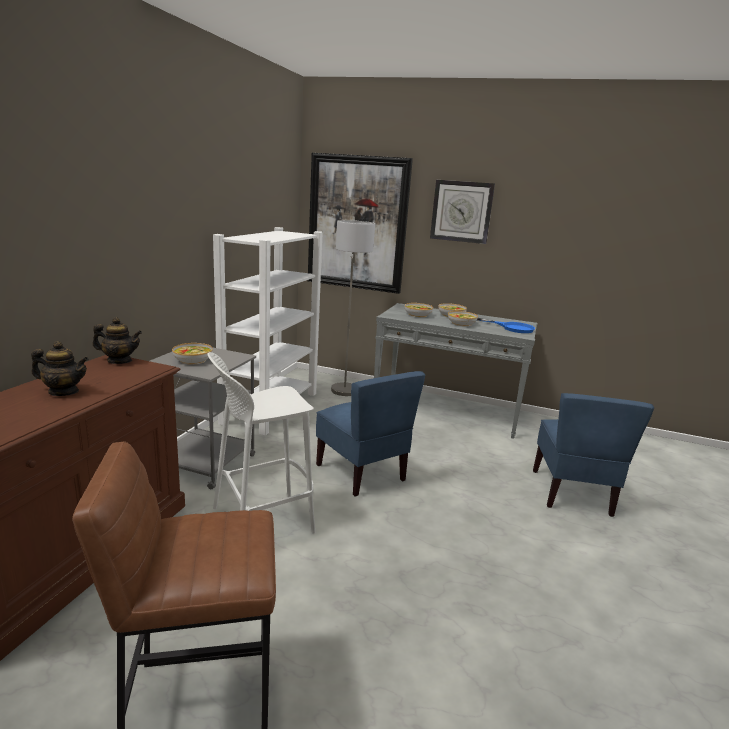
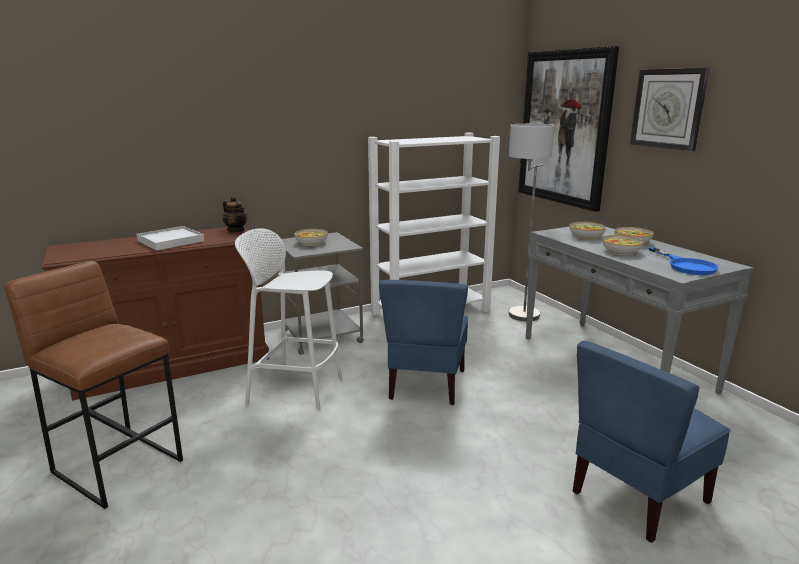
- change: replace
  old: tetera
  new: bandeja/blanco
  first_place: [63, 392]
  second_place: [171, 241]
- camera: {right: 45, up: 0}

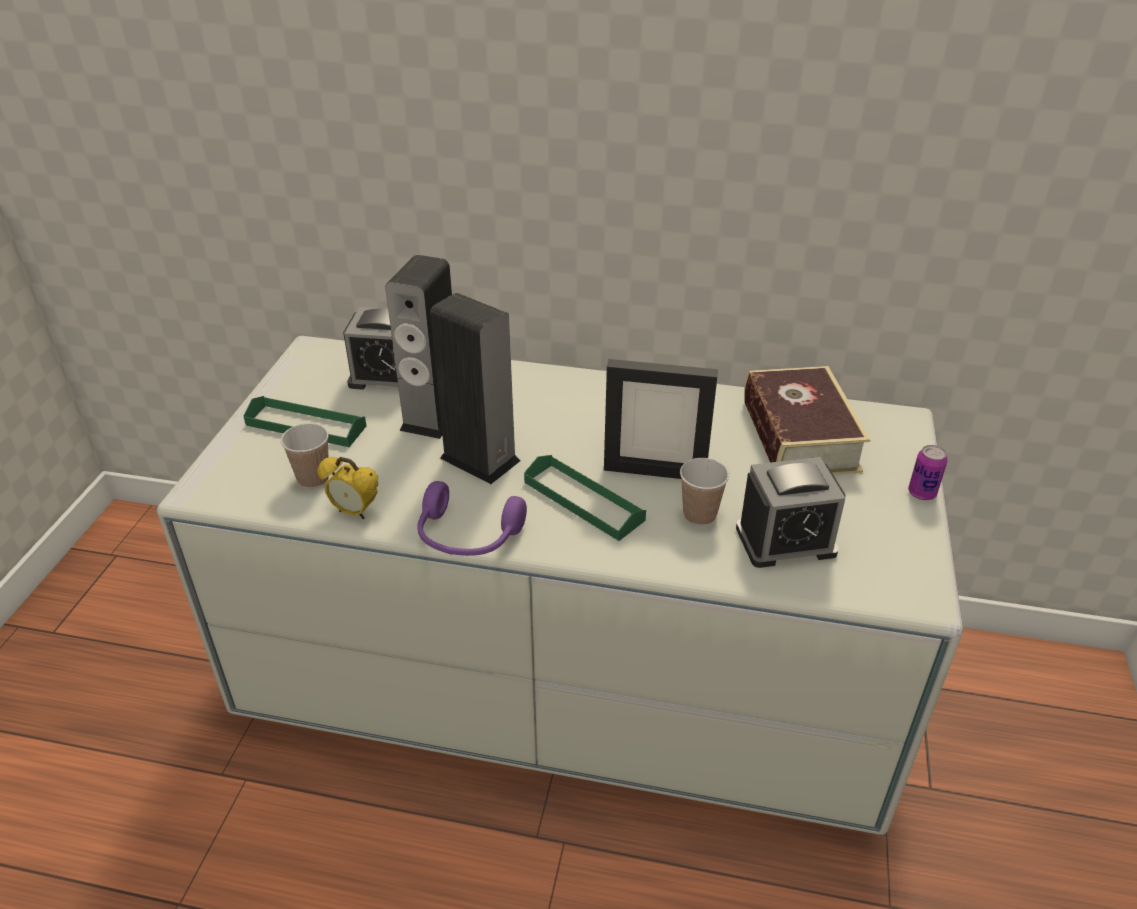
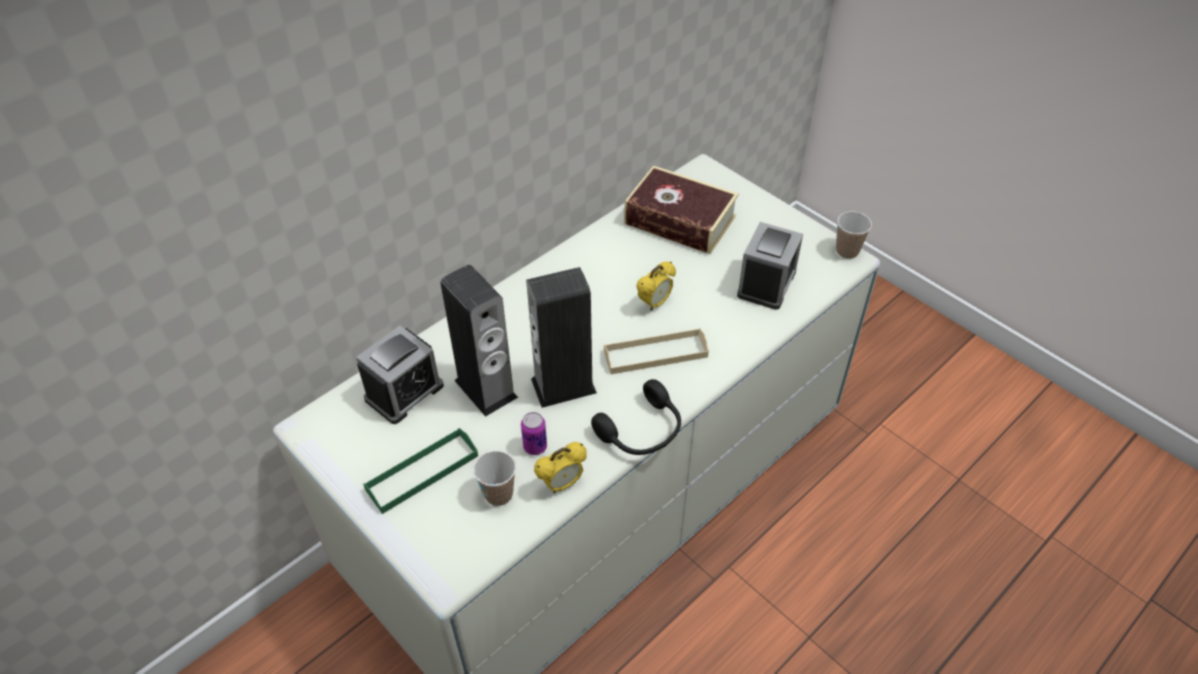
- change: move
  old: taza
  first_place: [699, 515]
  second_place: [847, 251]
- change: move
  old: lata
  first_place: [921, 493]
  second_place: [535, 447]
- change: replace
  old: portarretratos
  new: despertador
  first_place: [655, 470]
  second_place: [654, 303]
- change: recolor
  old: auriculares/morado
  new: auriculares/negro
  first_place: [467, 537]
  second_place: [642, 431]
- change: recolor
  old: bandeja/verde
  new: bandeja/beis
  first_place: [583, 501]
  second_place: [655, 354]
- camera: {right: -55, up: 10}

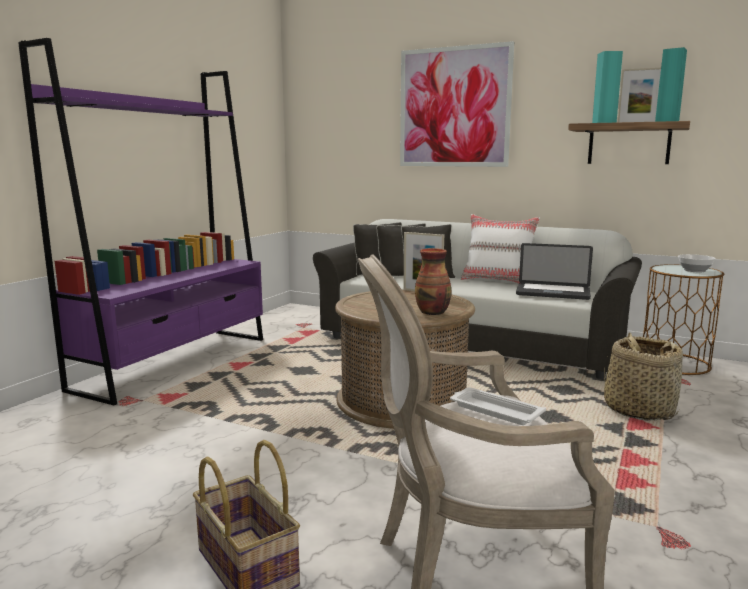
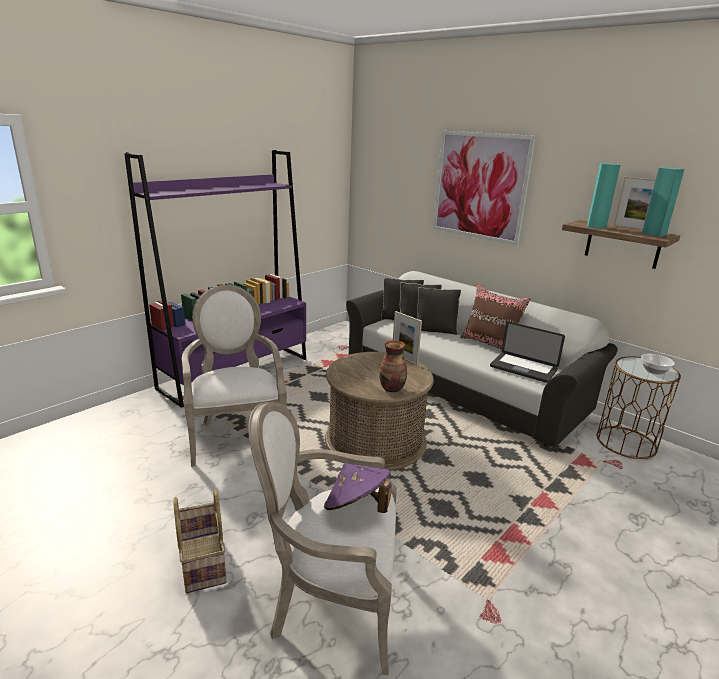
- change: delete
  old: cesta
  first_place: [638, 410]
- change: insert
  new: sillón
  second_place: [237, 435]
- change: replace
  old: bandeja/blanco
  new: sombrero/morado
  first_place: [494, 411]
  second_place: [356, 508]
- change: recolor
  old: cojín/blanco
  new: cojín/marrón
  first_place: [497, 281]
  second_place: [489, 344]
- camera: {right: 15, up: 10}

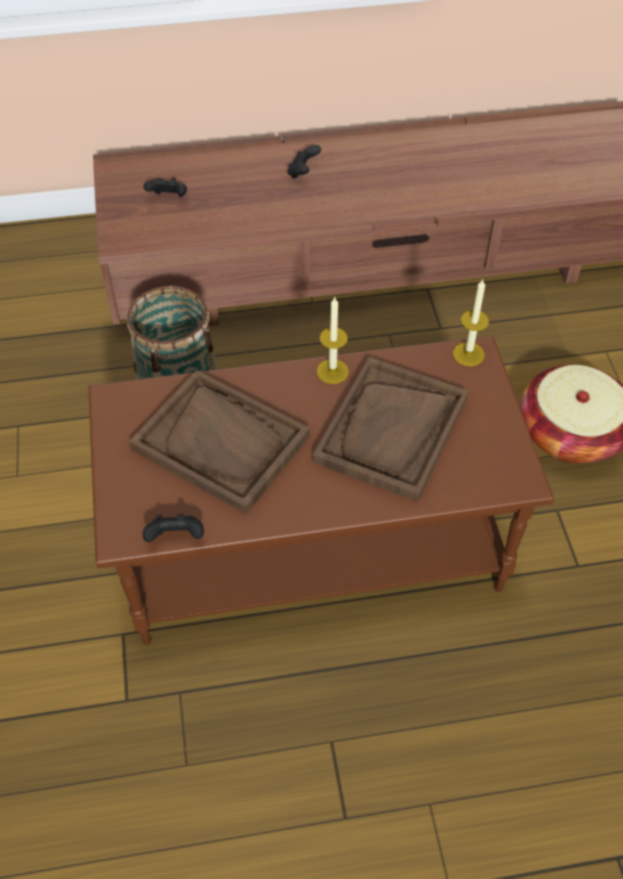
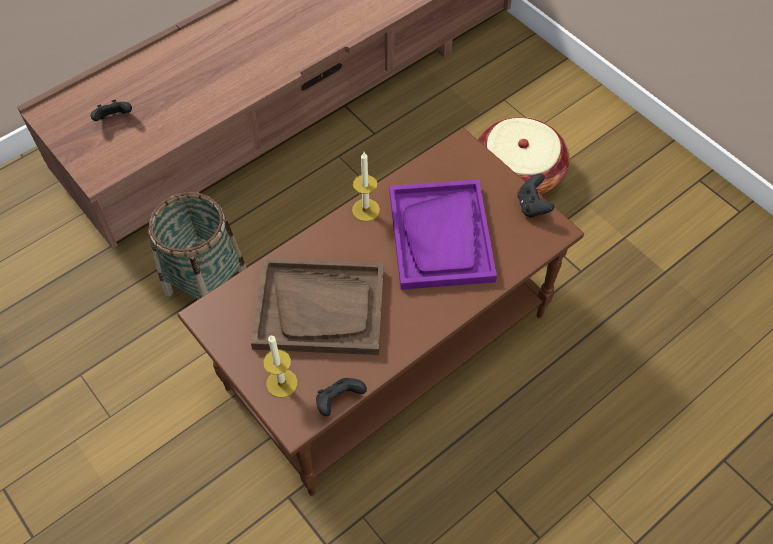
- change: move
  old: mando de consola/negro
  first_place: [303, 173]
  second_place: [532, 206]
- change: move
  old: vela
  first_place: [468, 354]
  second_place: [282, 383]
- change: recolor
  old: bandeja/marrón
  new: bandeja/morado
  first_place: [391, 430]
  second_place: [441, 236]
- camera: {right: -30, up: 5}

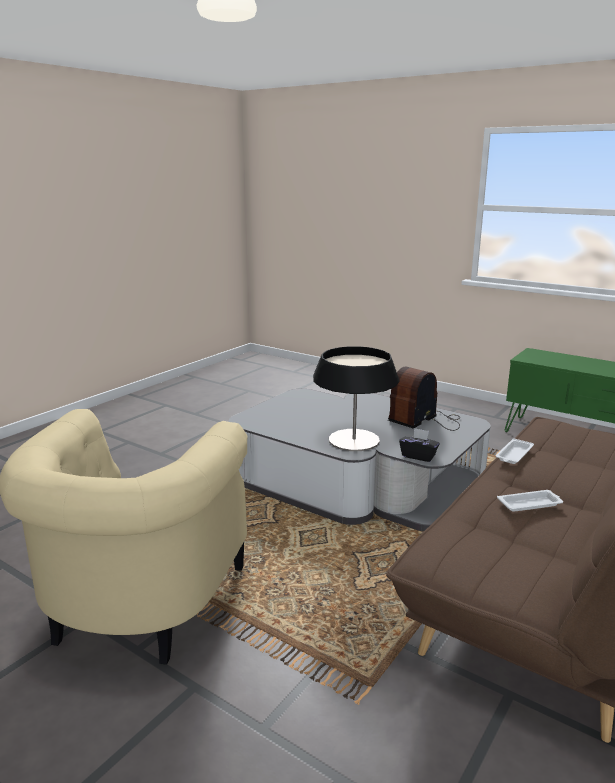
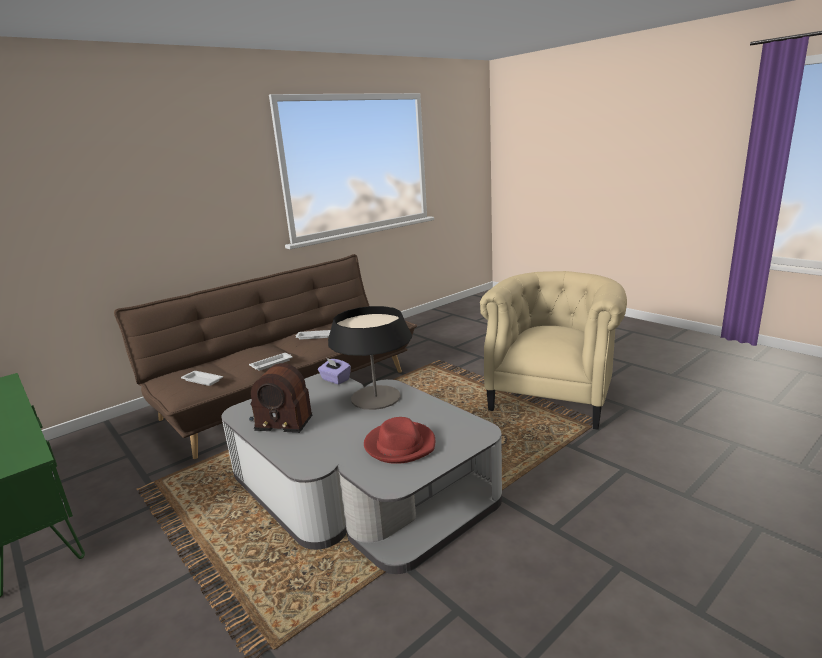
- change: insert
  new: bandeja/blanco
  second_place: [202, 380]
- change: insert
  new: sombrero/rojo
  second_place: [400, 445]
- change: recolor
  old: caja de pañuelos/negro
  new: caja de pañuelos/morado
  first_place: [418, 456]
  second_place: [335, 379]
- change: rotate
  old: radio
  first_place: [425, 420]
  second_place: [281, 417]
  degrees: 45
- camera: {right: -165, up: 0}

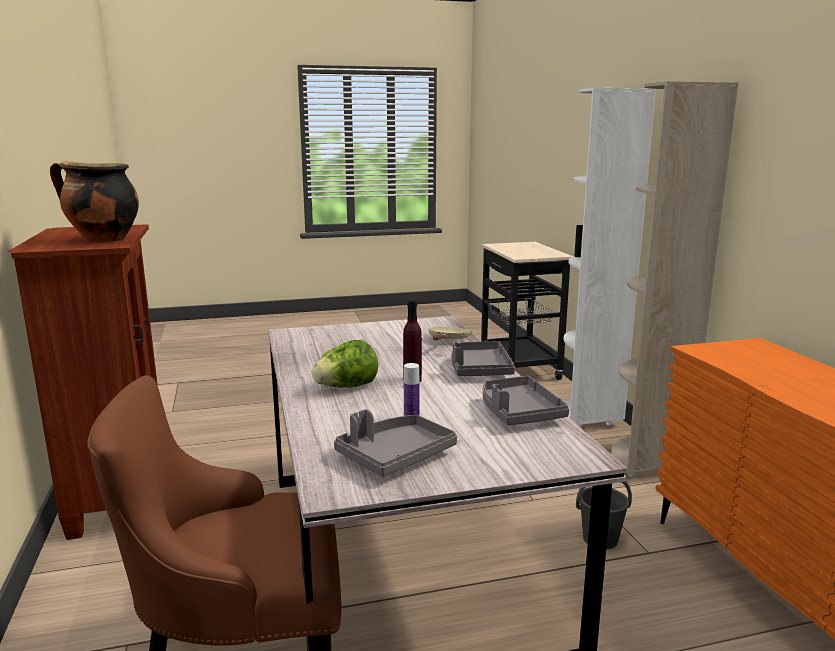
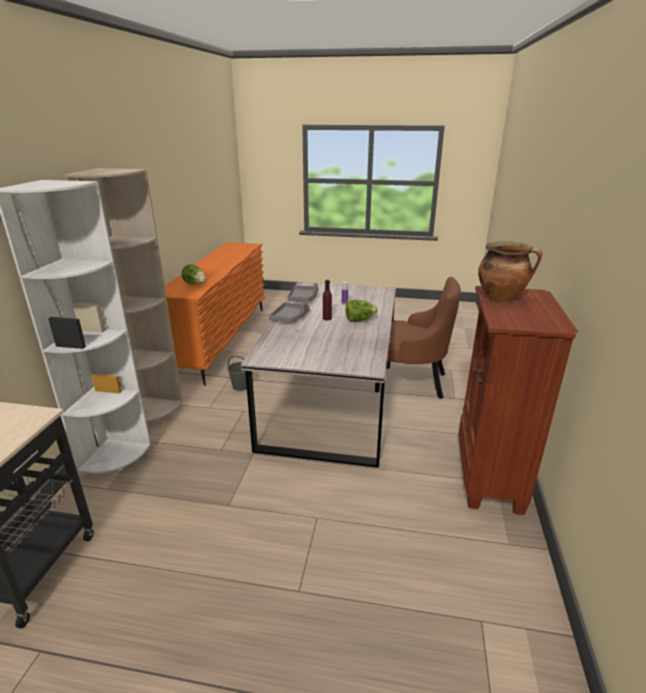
- change: delete
  old: bandeja/gris
  first_place: [395, 456]
- change: delete
  old: sartén/beis
  first_place: [448, 340]
- change: insert
  new: lechuga
  second_place: [195, 284]
- camera: {right: -155, up: 10}

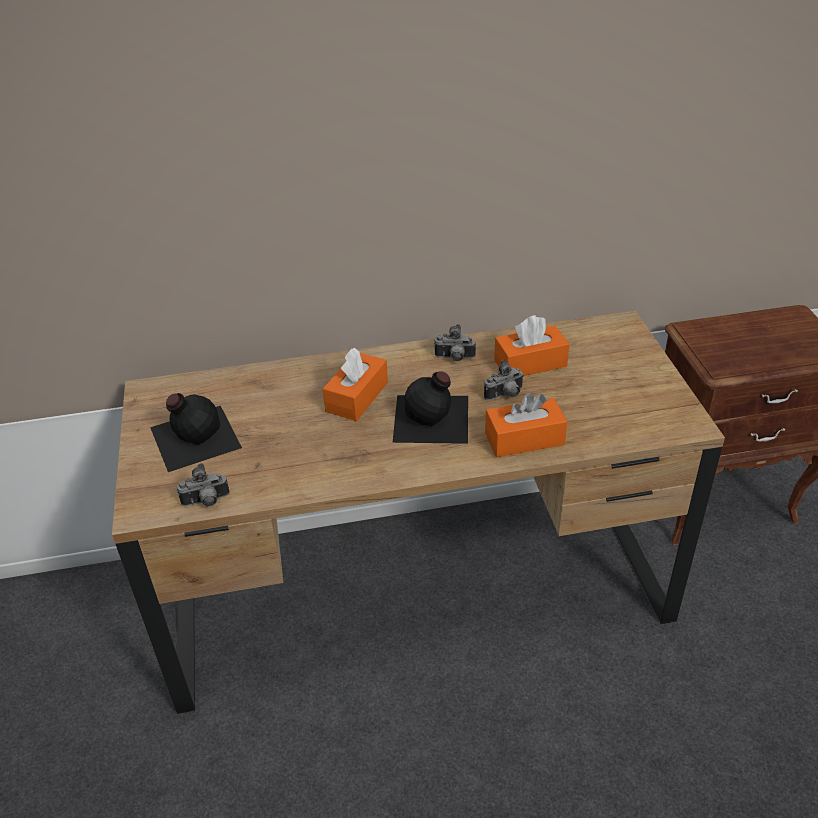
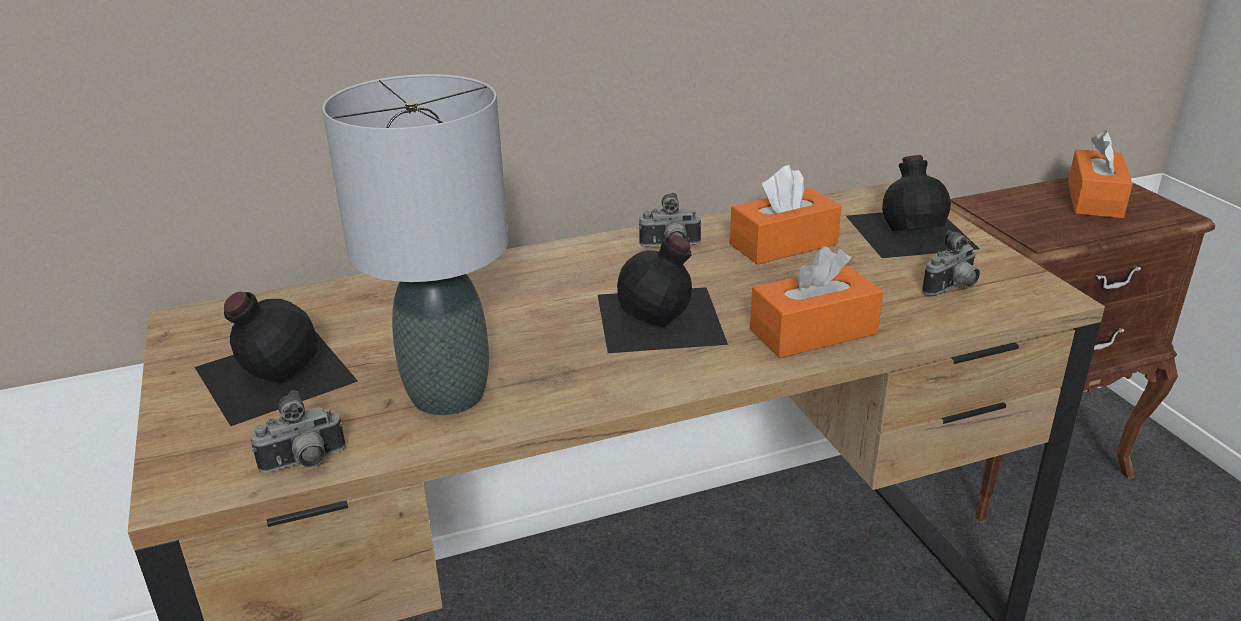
- change: insert
  new: lámpara de mesa/gris
  second_place: [447, 395]
- change: insert
  new: botella/negro
  second_place: [911, 230]
- change: move
  old: caja de pañuelos/naranja
  first_place: [357, 397]
  second_place: [1094, 199]
- change: move
  old: cámara
  first_place: [505, 395]
  second_place: [952, 288]
- camera: {right: -10, up: -10}

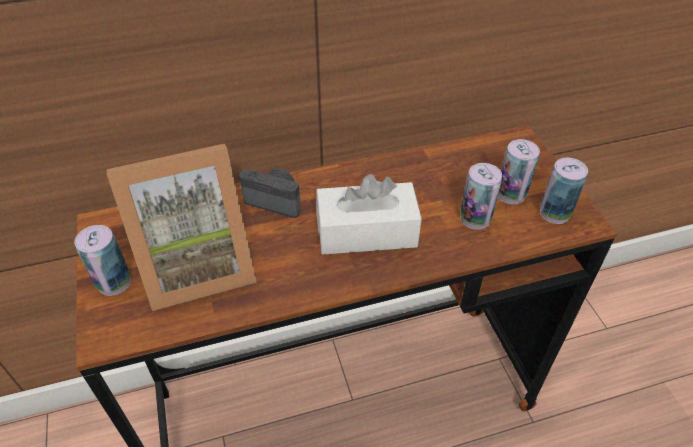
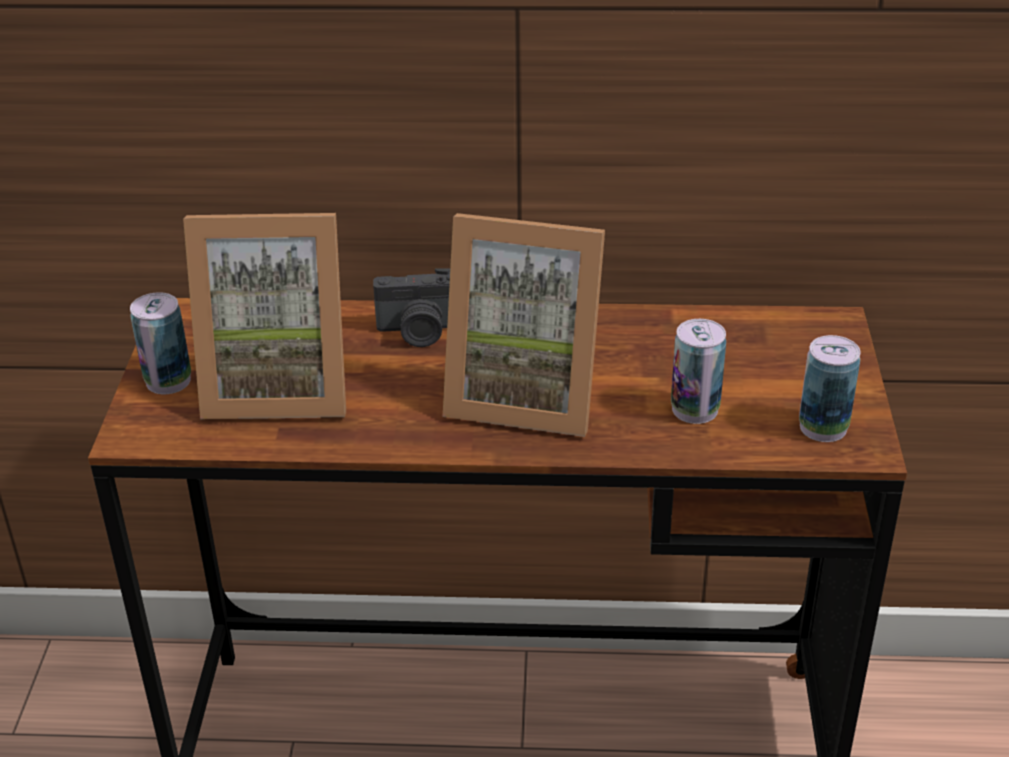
- change: delete
  old: lata
  first_place: [511, 194]
- change: replace
  old: caja de pañuelos/blanco
  new: portarretratos
  first_place: [366, 232]
  second_place: [526, 393]
- change: rotate
  old: cámara
  first_place: [276, 200]
  second_place: [420, 331]
  degrees: 135
- camera: {right: 20, up: -10}

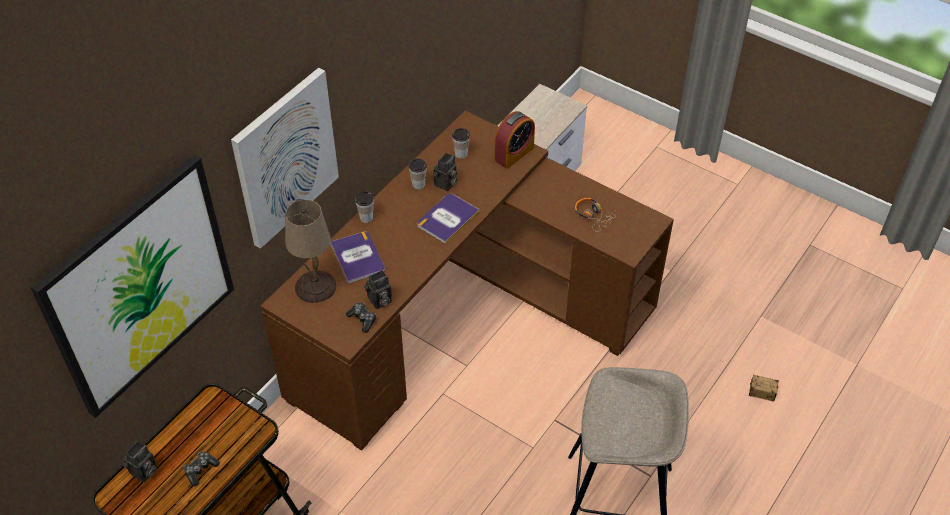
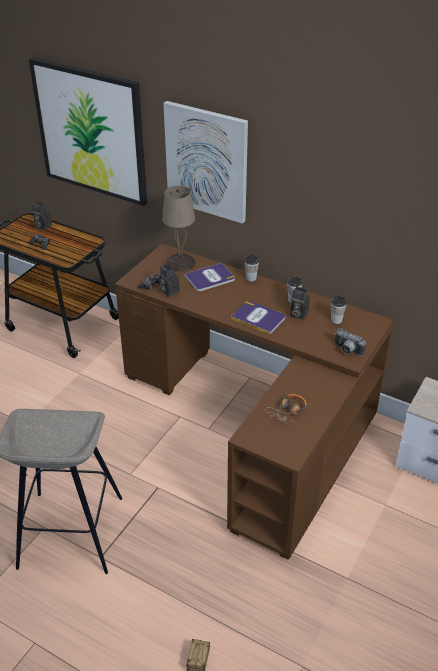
- change: replace
  old: despertador
  new: cámara
  first_place: [514, 154]
  second_place: [347, 351]
- camera: {right: 85, up: -10}

